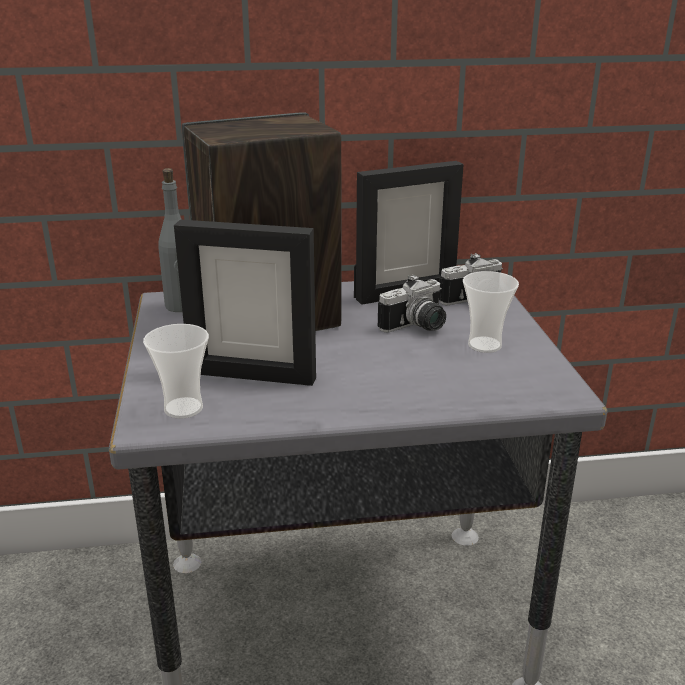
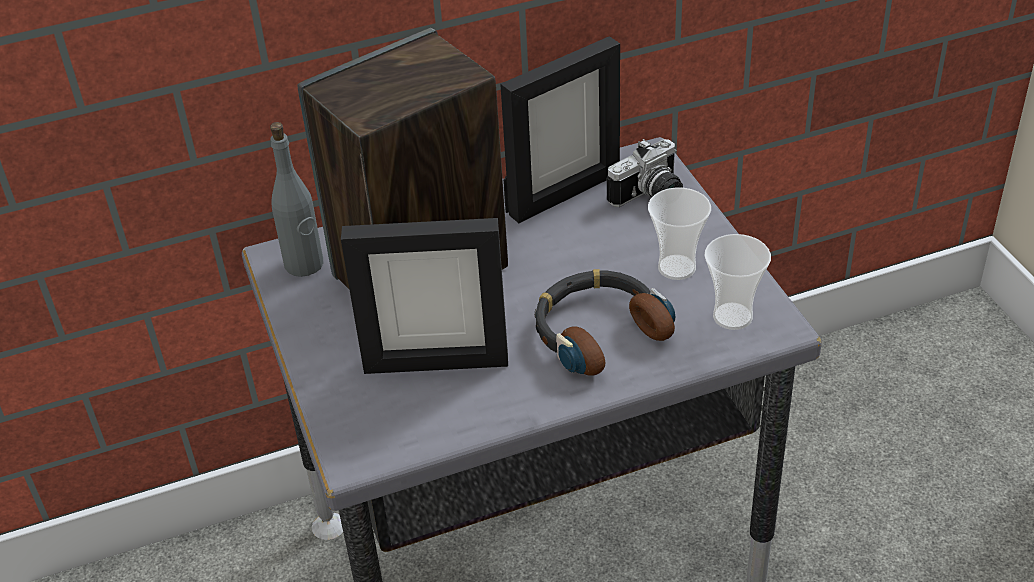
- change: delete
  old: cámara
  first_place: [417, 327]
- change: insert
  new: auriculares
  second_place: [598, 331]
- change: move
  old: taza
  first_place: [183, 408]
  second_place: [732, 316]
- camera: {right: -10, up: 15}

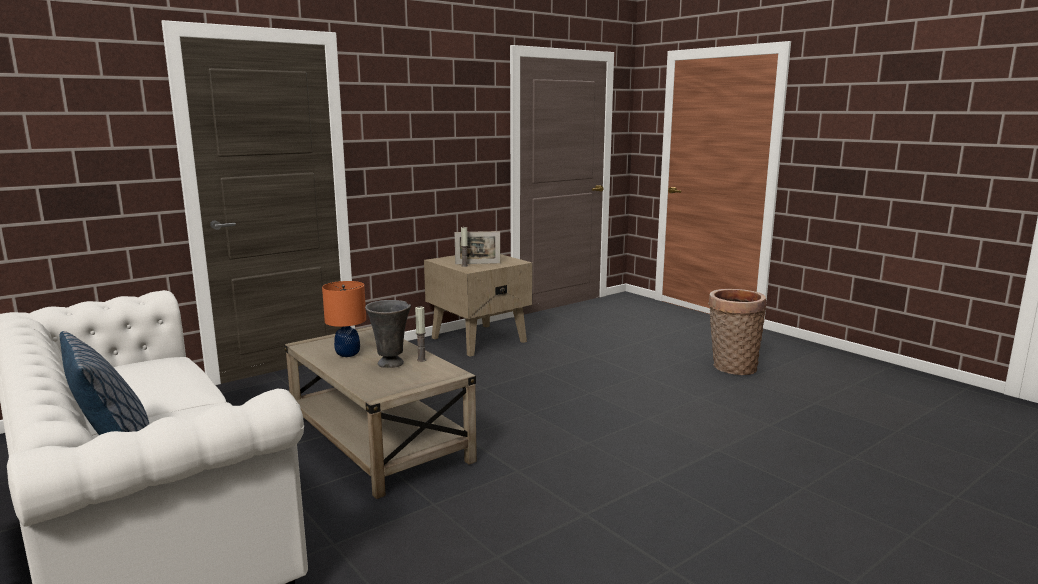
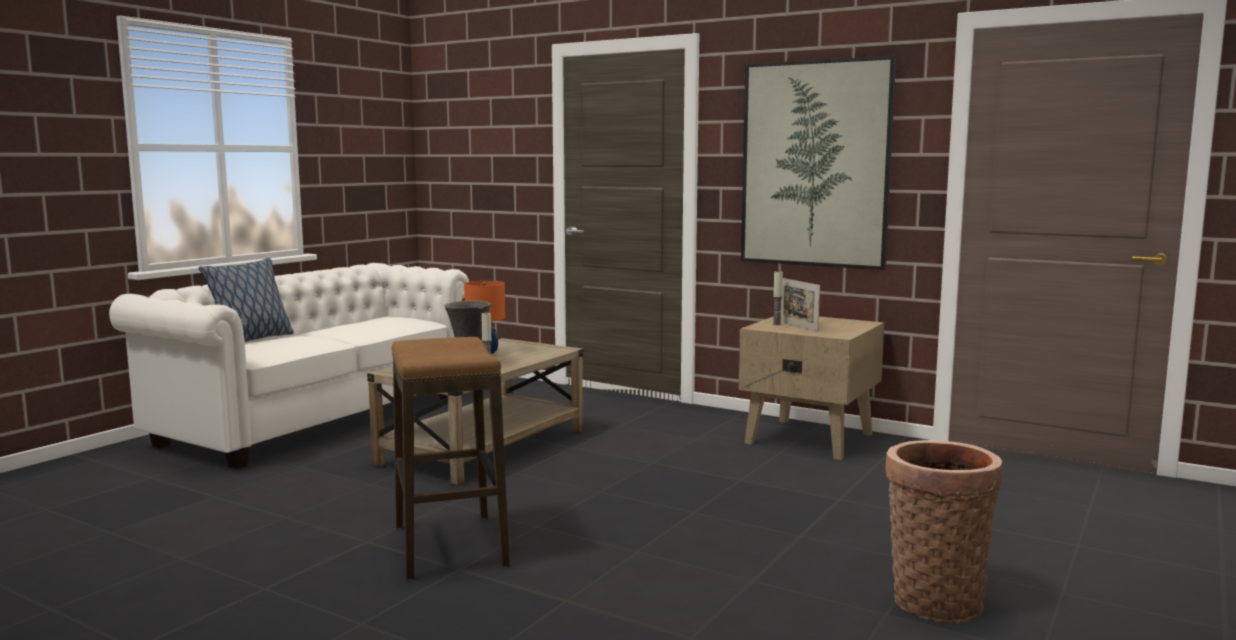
- change: insert
  new: taburete
  second_place: [450, 546]
- change: insert
  new: cuadro
  second_place: [815, 164]
- camera: {right: 70, up: -5}

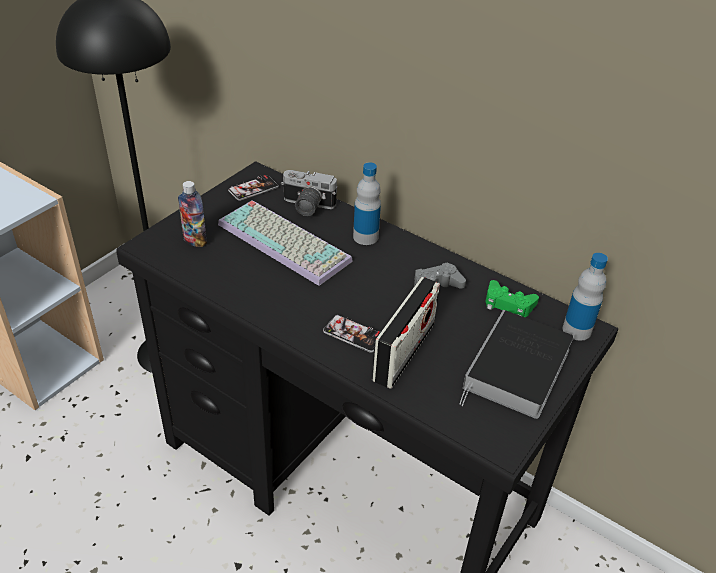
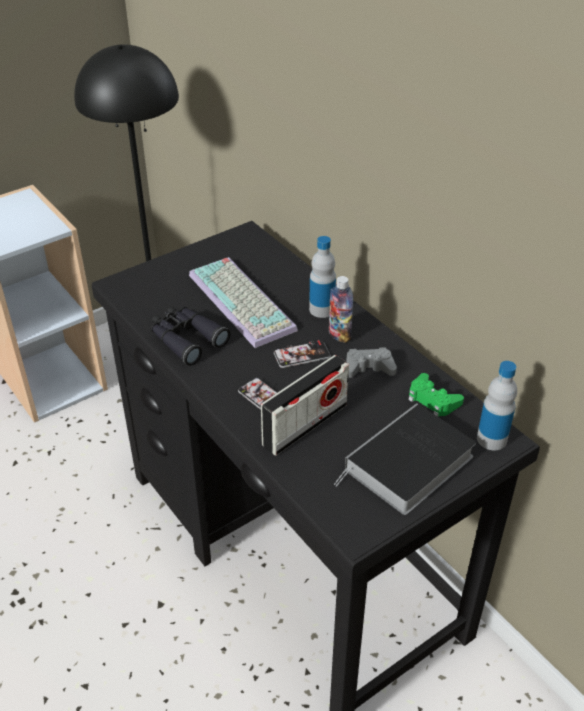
- change: delete
  old: cámara
  first_place: [306, 207]
- change: insert
  new: prismáticos/negro
  second_place: [186, 339]
- change: move
  old: botella
  first_place: [195, 241]
  second_place: [339, 335]
- change: move
  old: móvil
  first_place: [253, 189]
  second_place: [302, 355]
- camera: {right: 20, up: 0}

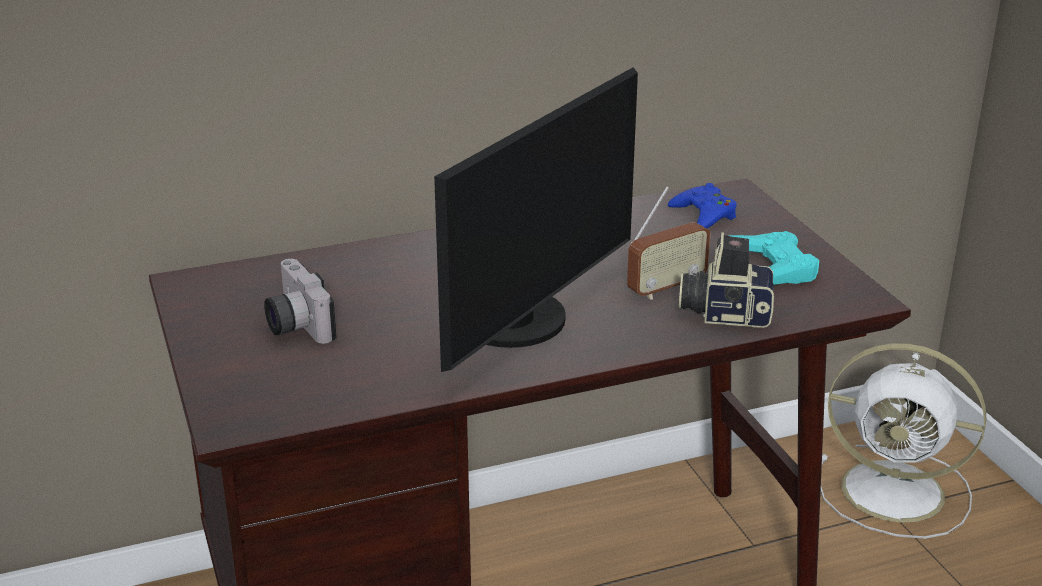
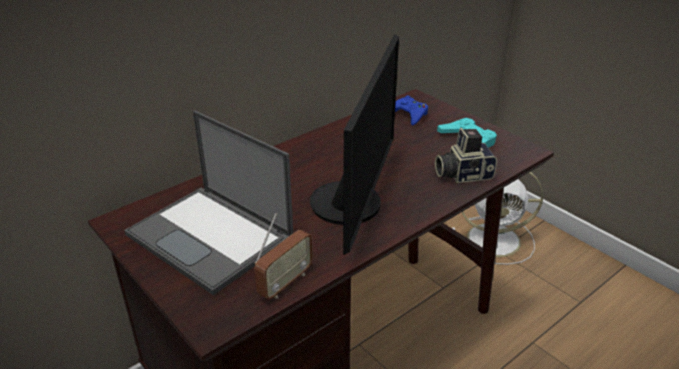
- change: move
  old: radio
  first_place: [666, 288]
  second_place: [285, 283]
- change: replace
  old: cámara
  new: portátil
  first_place: [294, 324]
  second_place: [211, 237]
- camera: {right: -20, up: 5}

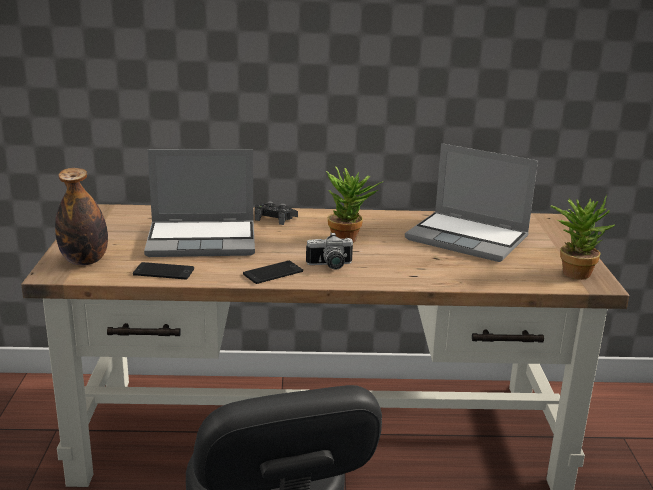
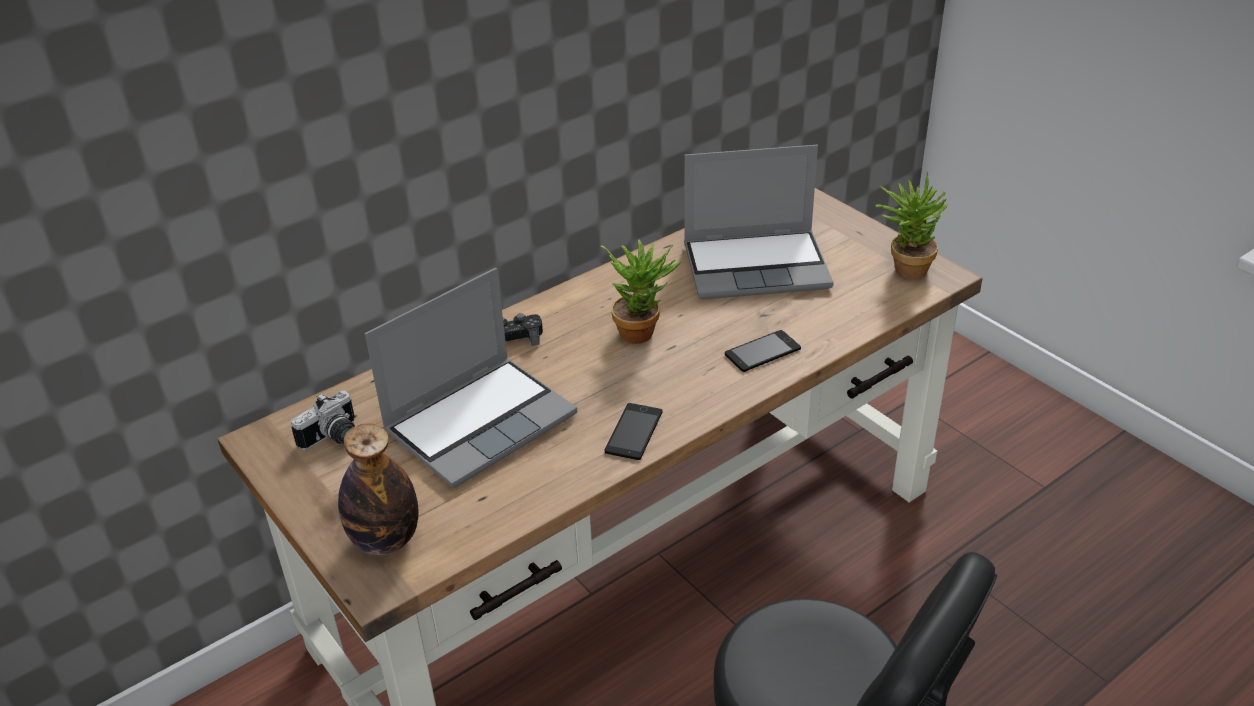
- change: move
  old: móvil
  first_place: [163, 272]
  second_place: [762, 352]
- change: move
  old: cámara
  first_place: [330, 266]
  second_place: [334, 438]
- camera: {right: -35, up: 15}

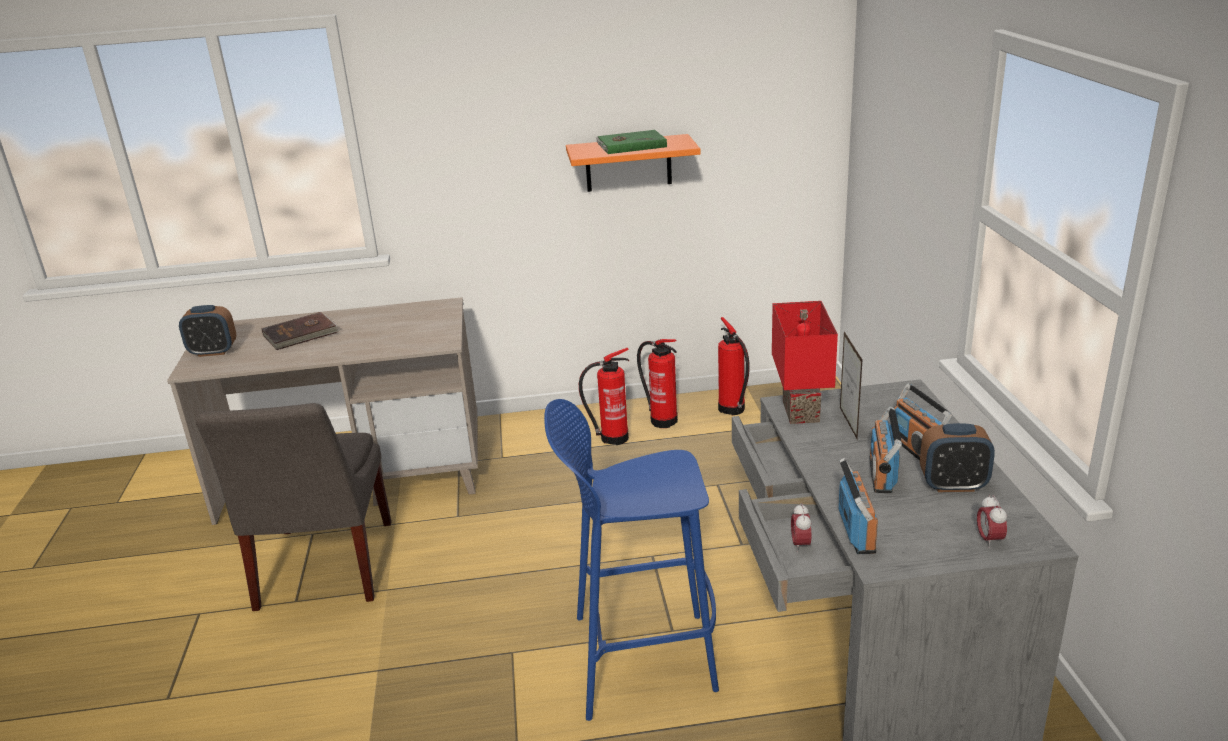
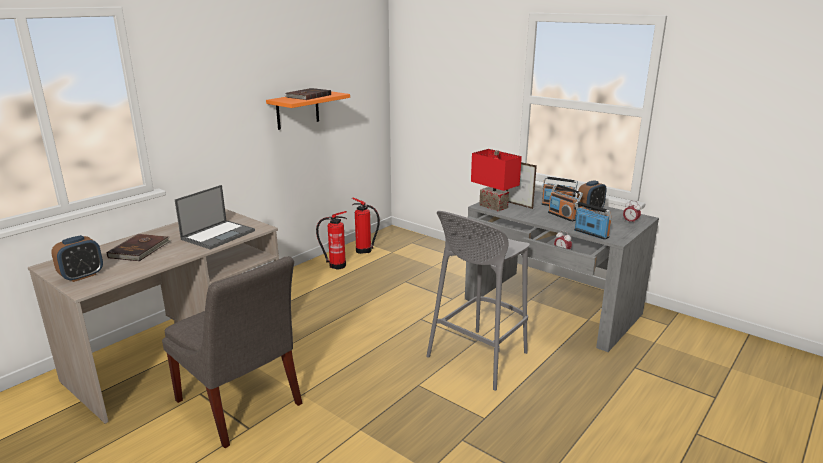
- change: delete
  old: extintor
  first_place: [611, 438]
- change: insert
  new: portátil
  second_place: [218, 235]
- change: recolor
  old: taburete/azul
  new: taburete/gris
  first_place: [640, 659]
  second_place: [479, 358]
- change: recolor
  old: libro/verde
  new: libro/marrón
  first_place: [631, 145]
  second_place: [308, 96]
- camera: {right: -45, up: -5}

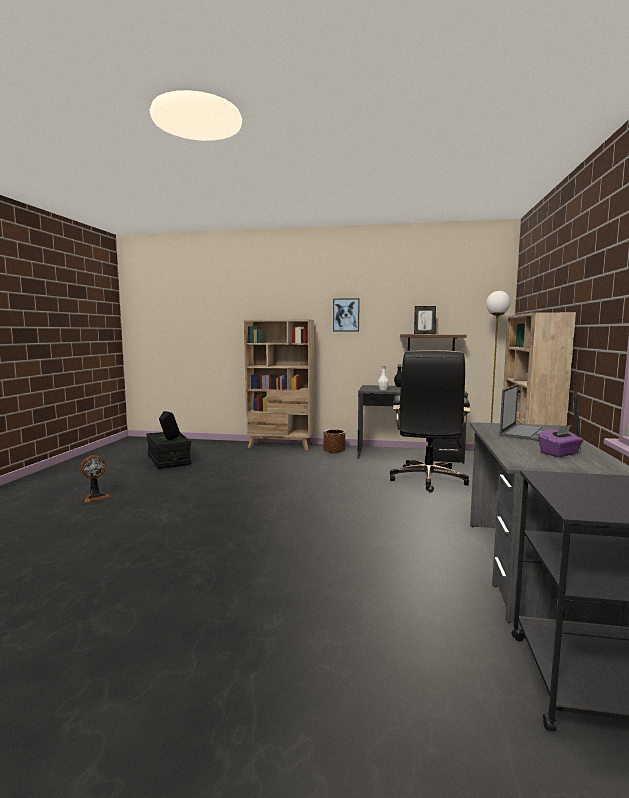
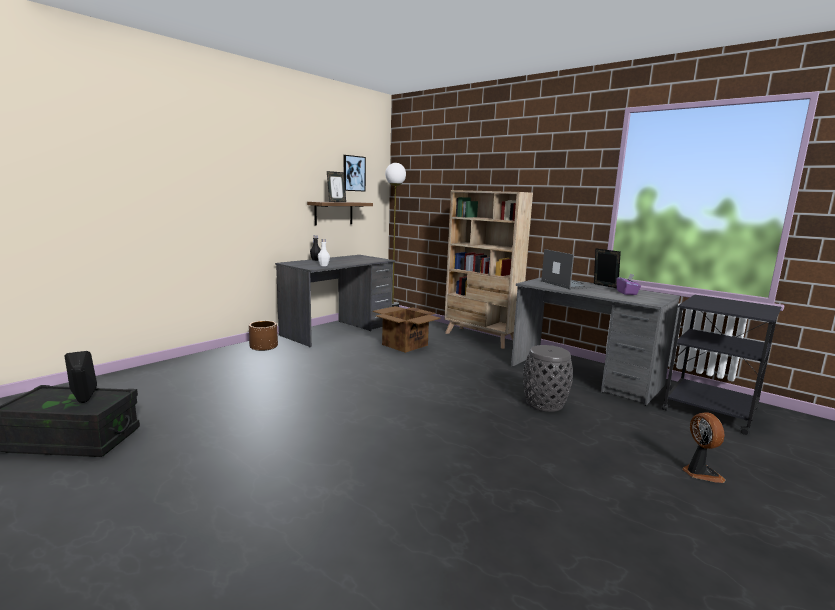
- change: delete
  old: estantería/beis
  first_place: [281, 446]
- change: insert
  new: taburete/gris
  second_place: [544, 404]
- change: move
  old: ventilador
  first_place: [95, 497]
  second_place: [700, 473]
- change: move
  old: cuadro
  first_place: [346, 315]
  second_place: [353, 173]
- change: replace
  old: silla de oficina/negro
  new: caja de cartón
  first_place: [427, 478]
  second_place: [405, 345]
- camera: {right: -60, up: 5}

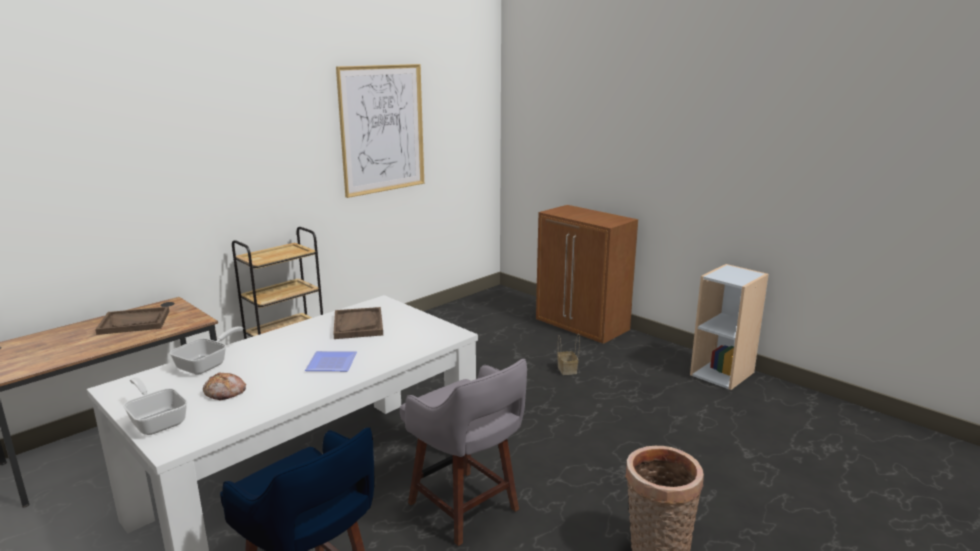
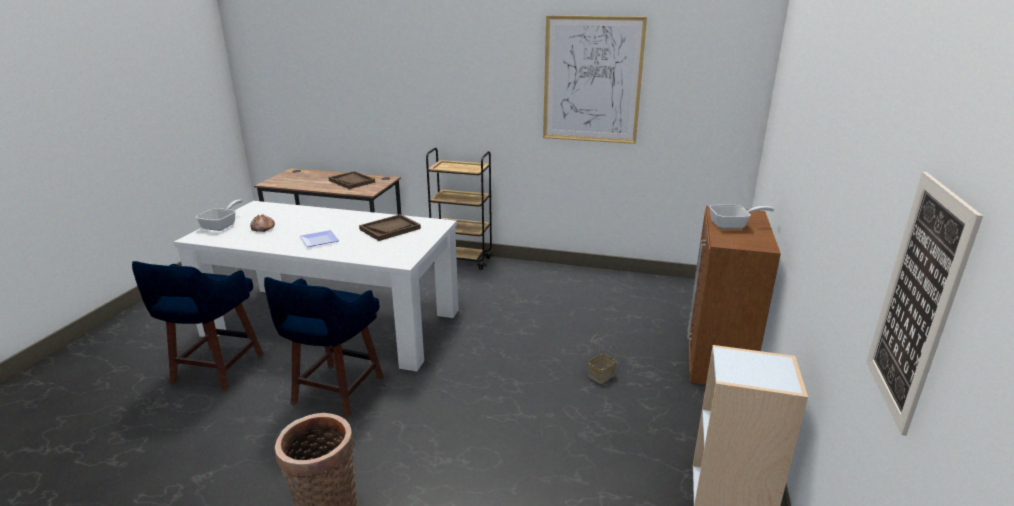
- change: insert
  new: cuadro
  second_place: [916, 302]
- change: move
  old: sartén
  first_place: [207, 364]
  second_place: [733, 225]
- change: recolor
  old: taburete/gris
  new: taburete/azul
  first_place: [466, 509]
  second_place: [336, 392]
- camera: {right: 60, up: 5}

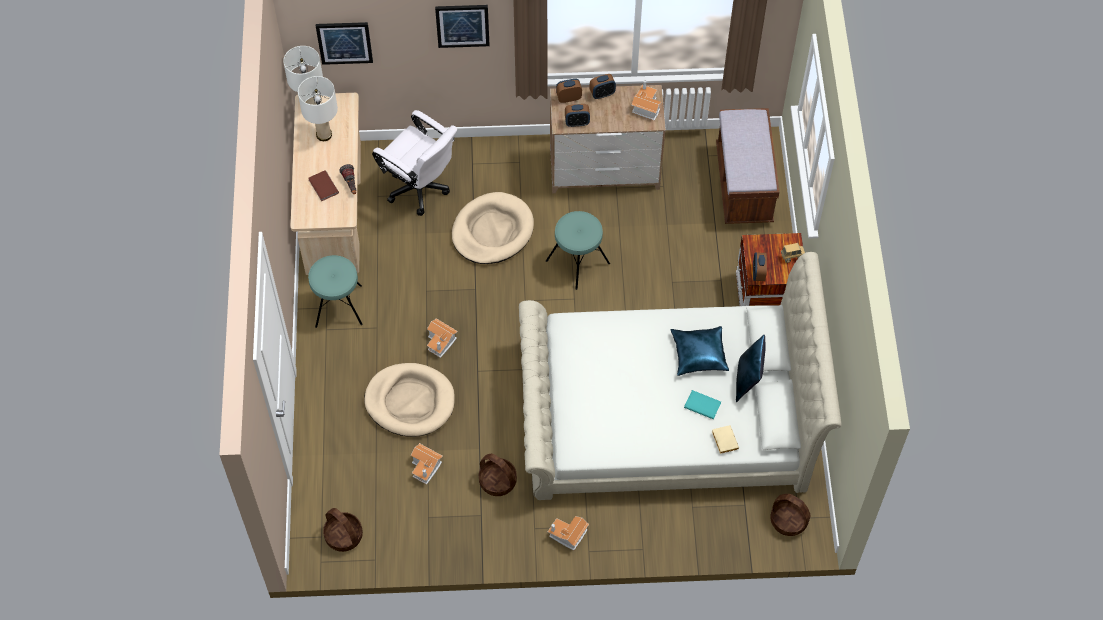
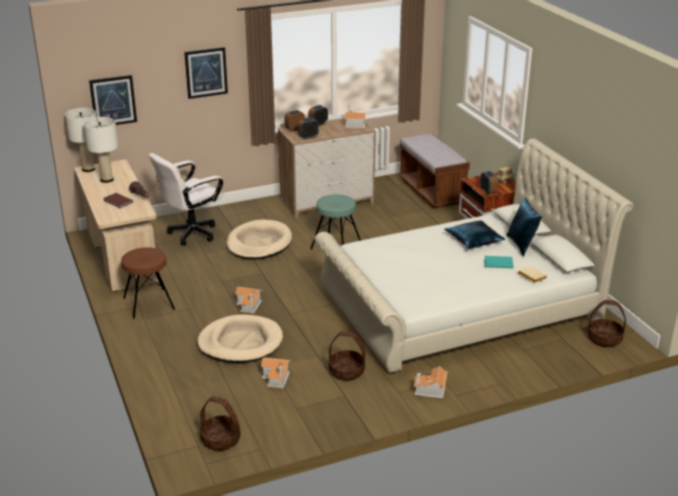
- change: recolor
  old: taburete/turquesa
  new: taburete/marrón
  first_place: [338, 306]
  second_place: [149, 303]
- change: rotate
  old: silla de oficina/blanco
  first_place: [421, 191]
  second_place: [191, 235]
  degrees: 120
- camera: {right: -20, up: -30}

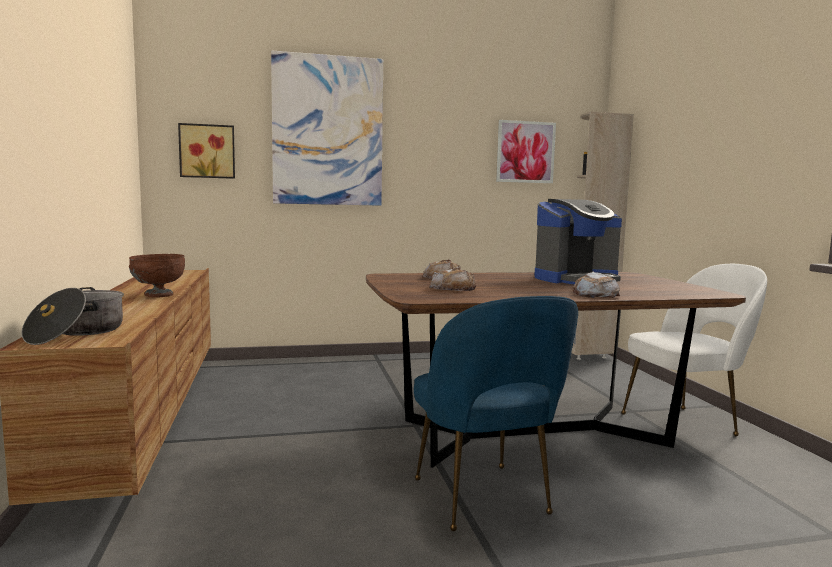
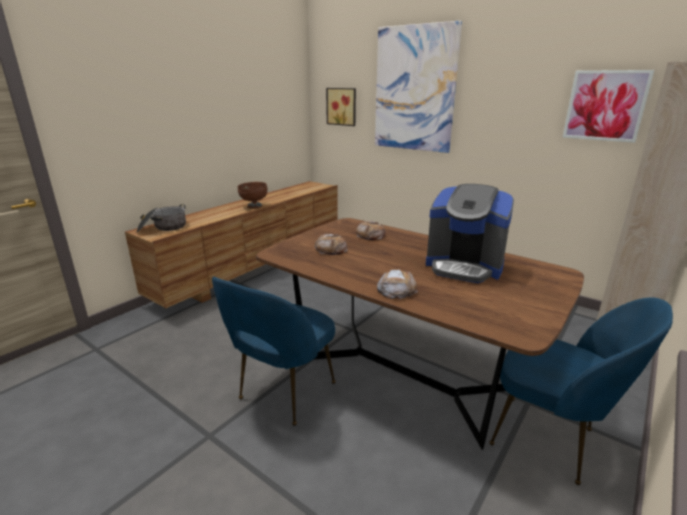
- change: recolor
  old: silla/blanco
  new: silla/azul
  first_place: [685, 424]
  second_place: [551, 442]
- camera: {right: 50, up: 15}

